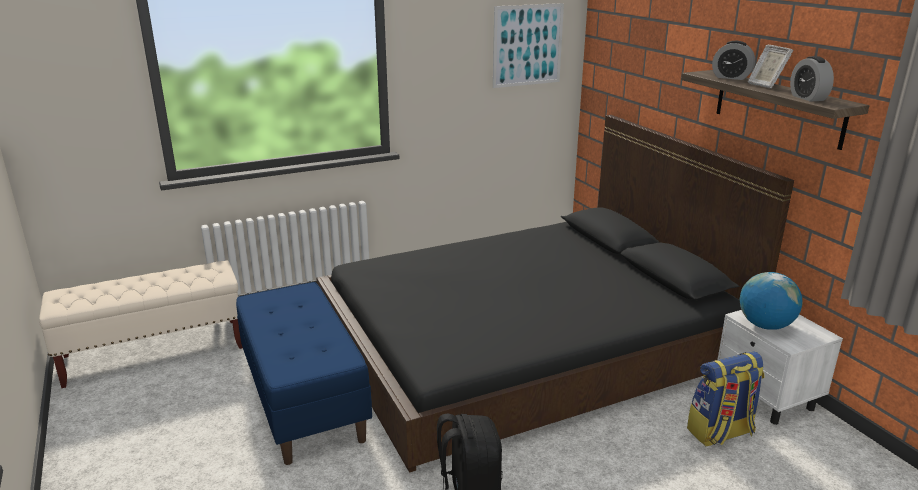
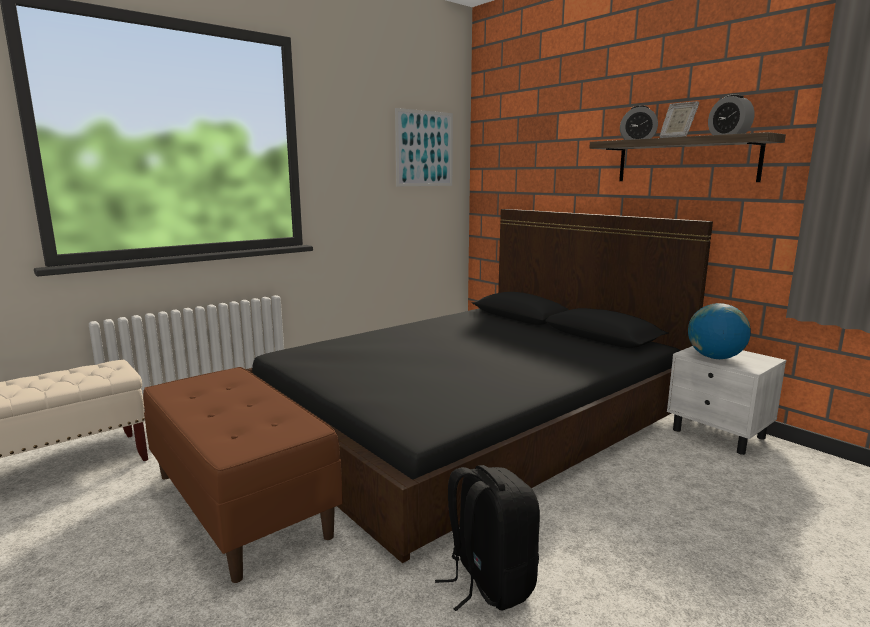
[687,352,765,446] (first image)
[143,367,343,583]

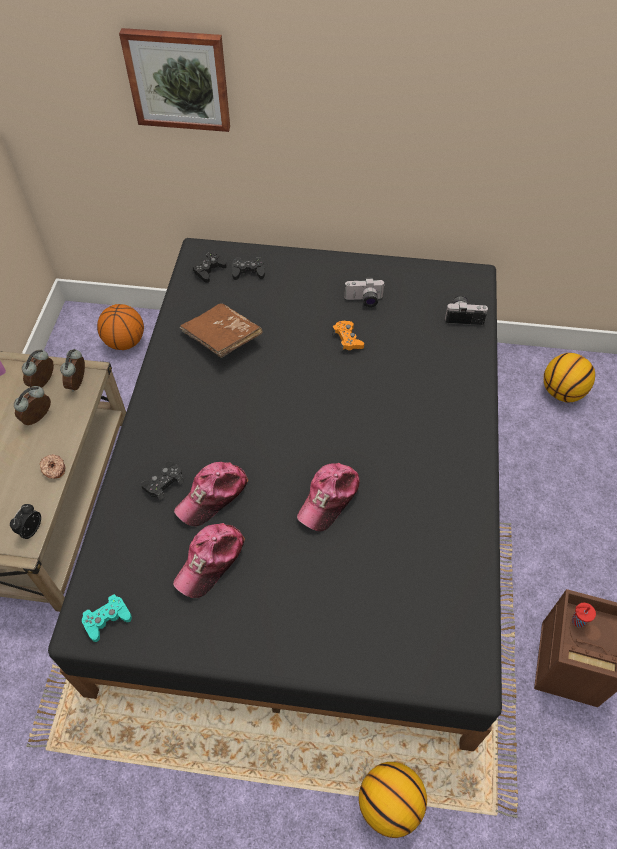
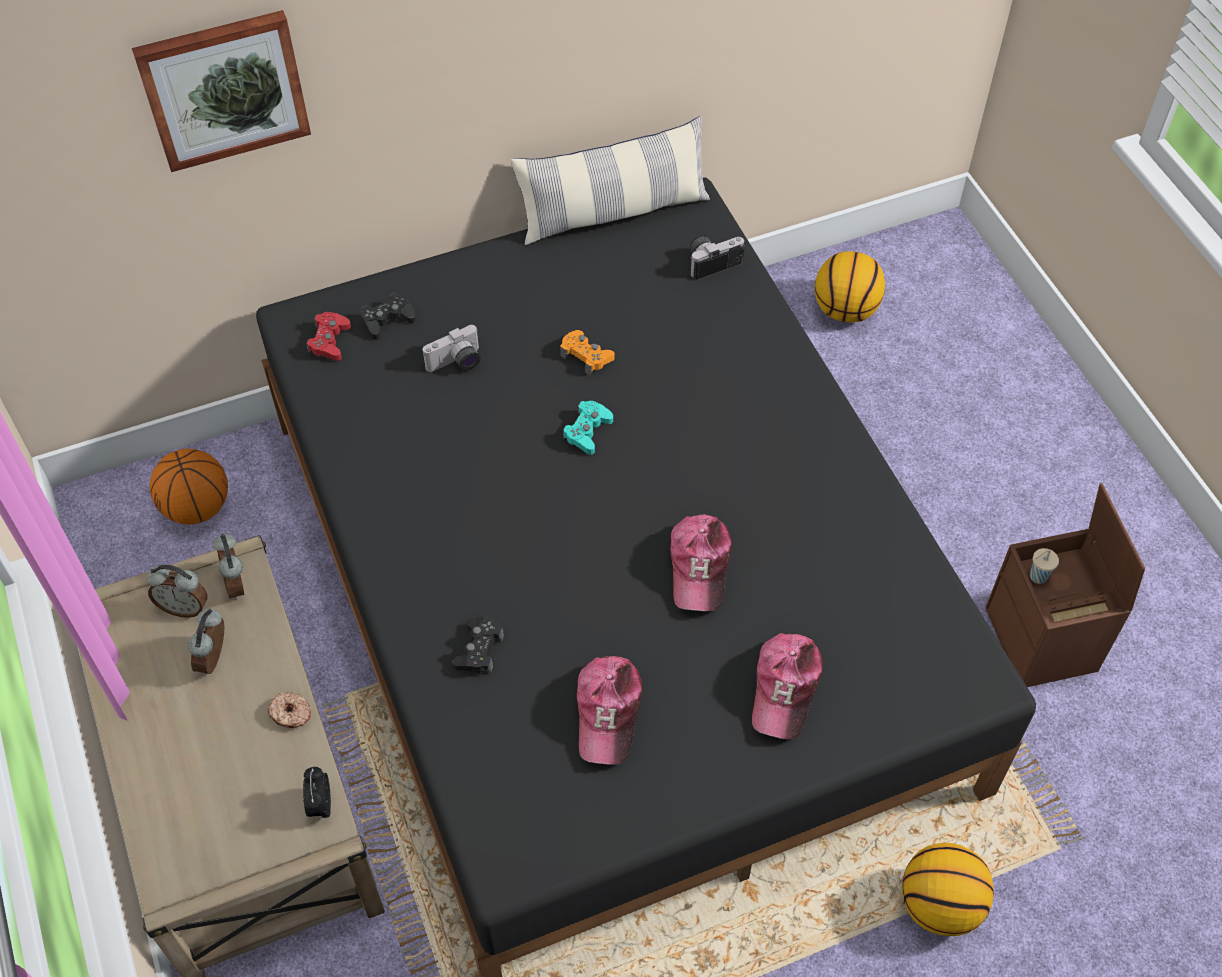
[180,304,263,358] (first image)
[511,116,710,245]
[563,401,613,454]
[752,633,823,740]
[422,325,481,372]
[307,312,351,361]
[1030,548,1059,584]
[148,565,208,618]

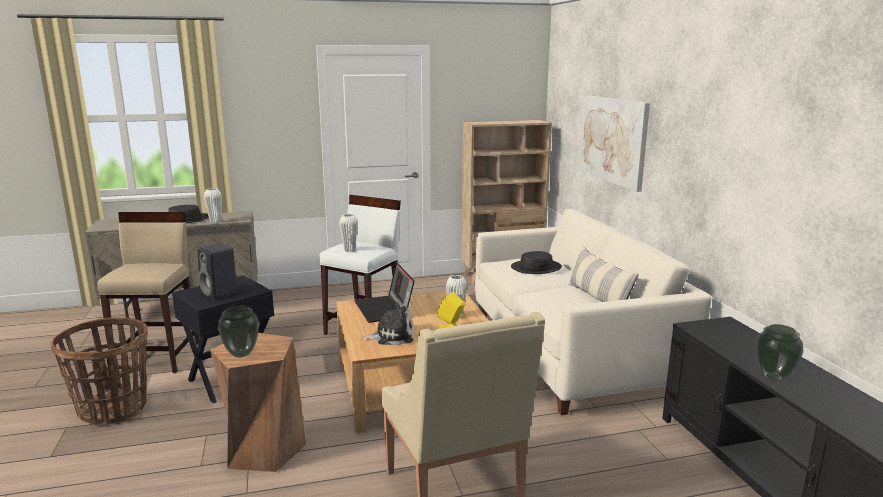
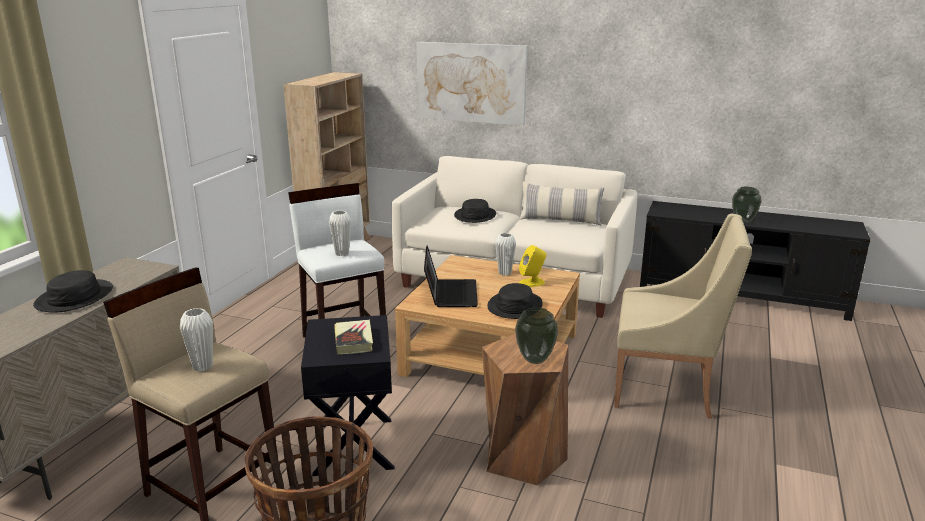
[180,308,213,372]
[334,319,373,355]
[487,283,543,319]
[424,245,478,307]

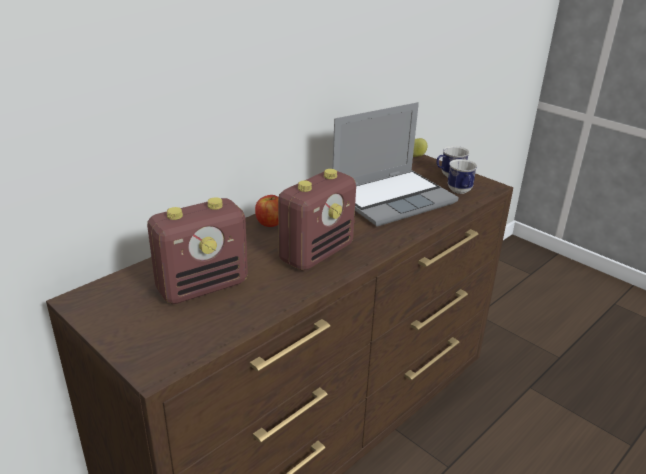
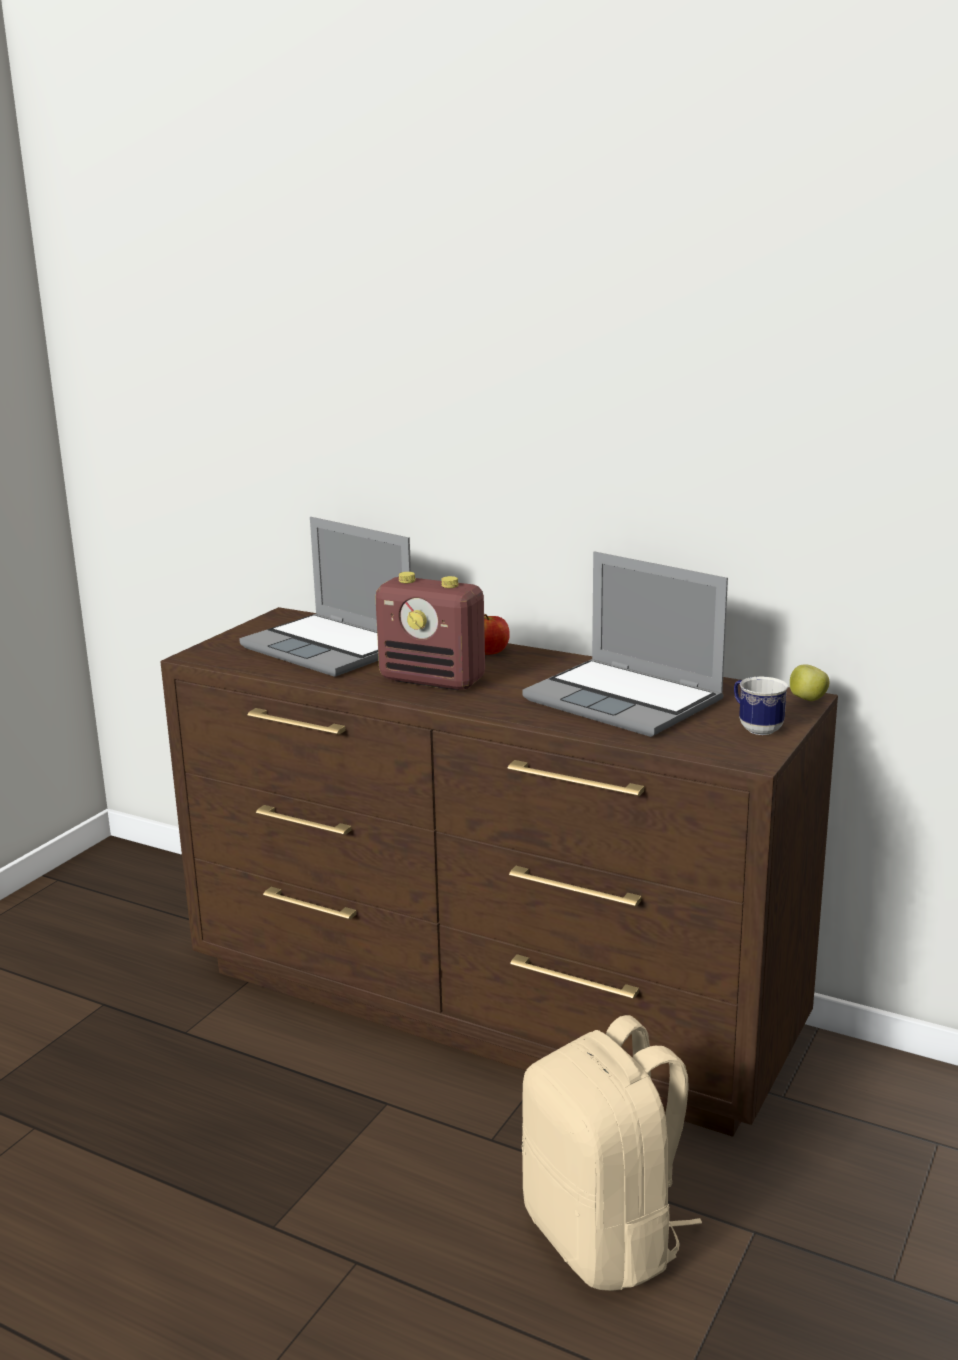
[448,159,477,194] (first image)
[522,1015,702,1291]
[239,517,411,677]

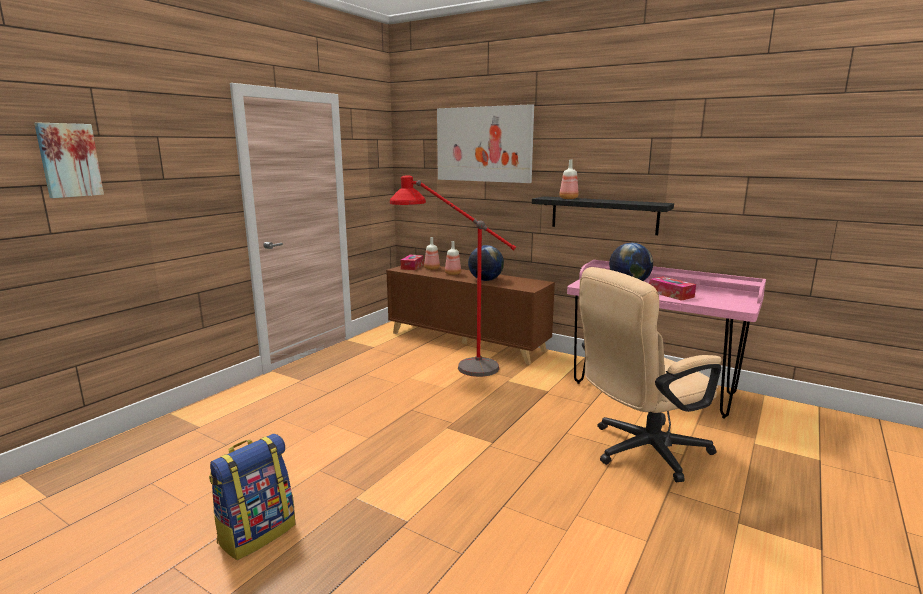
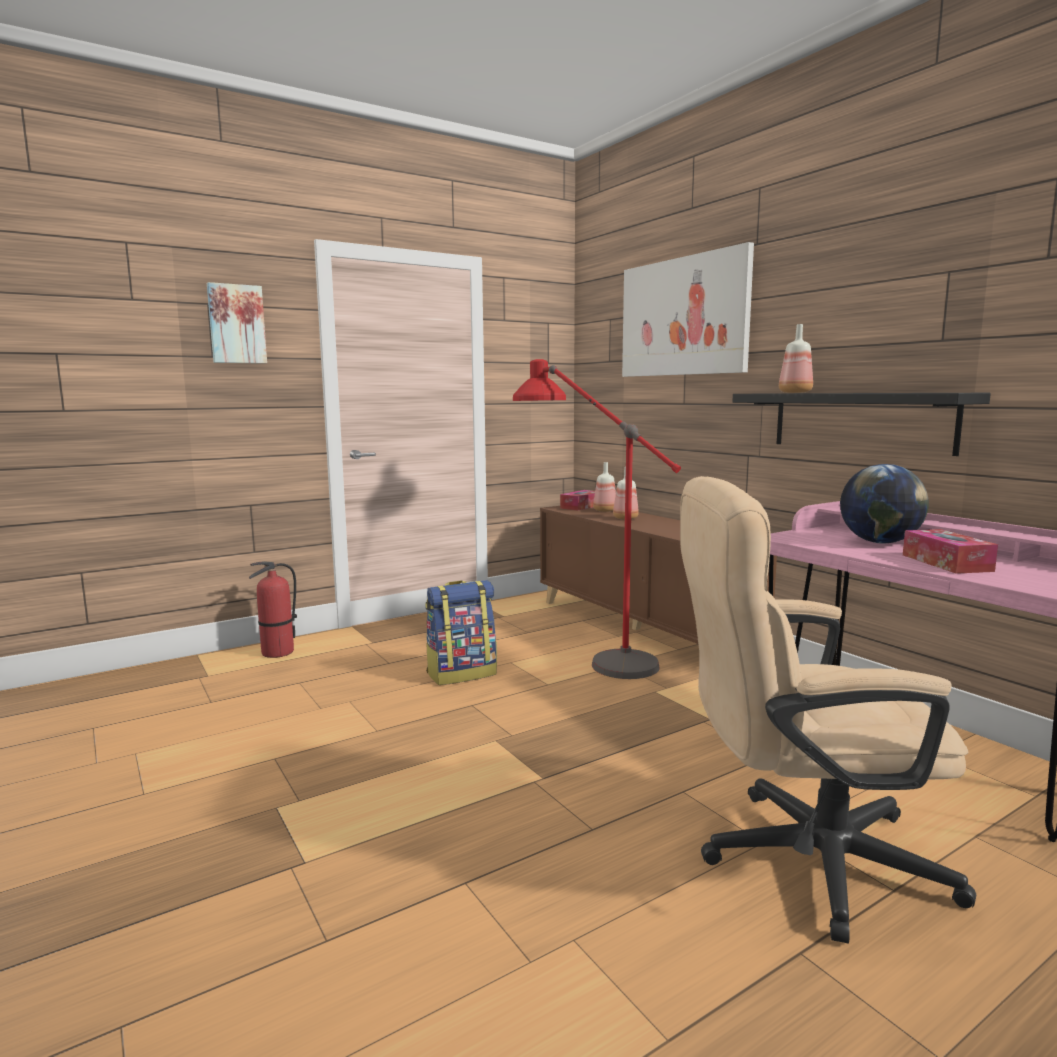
[468,245,504,281] (first image)
[249,561,297,658]
[207,282,267,364]
[426,580,497,685]

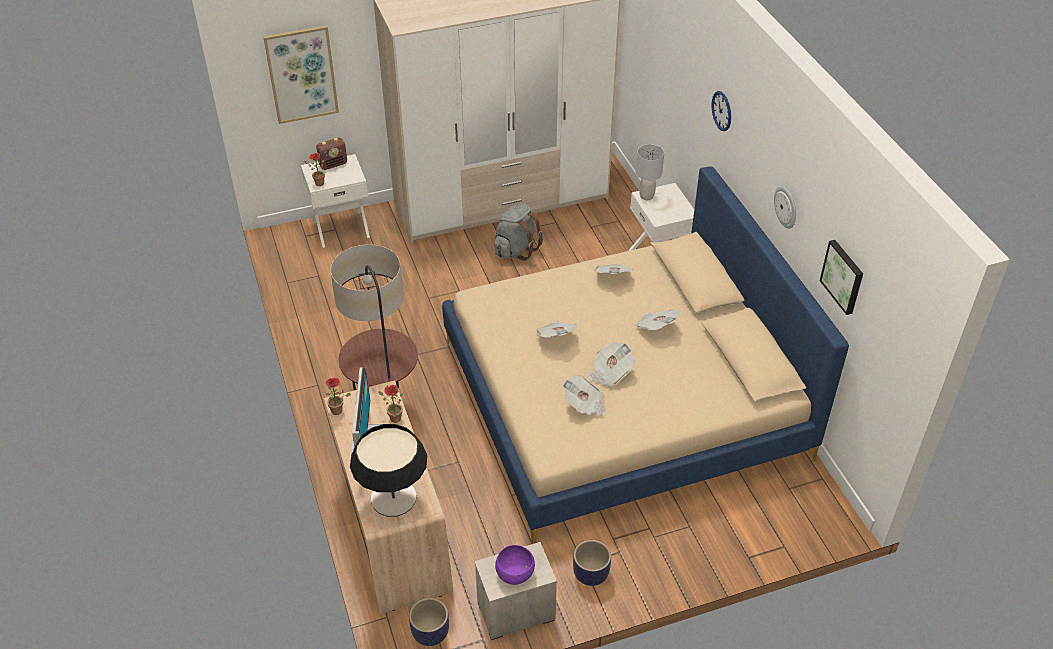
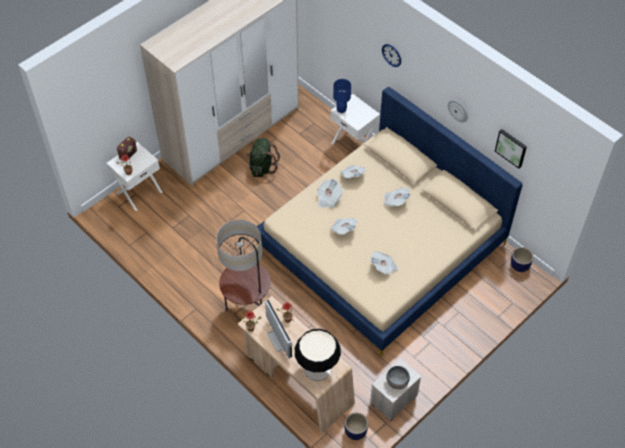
[263,25,339,124] (first image)
[511,247,533,272]
[317,179,343,208]
[246,138,280,177]
[386,366,410,389]
[333,79,351,113]

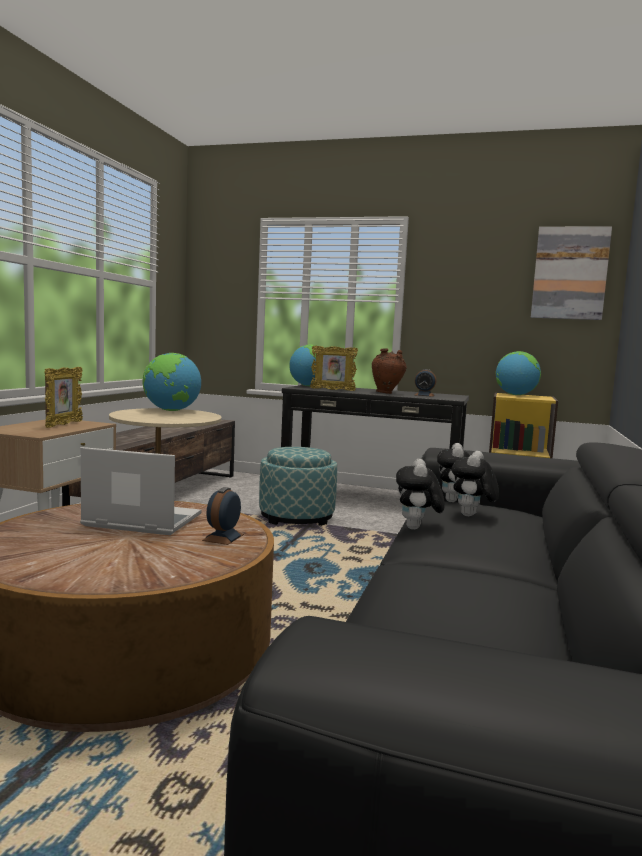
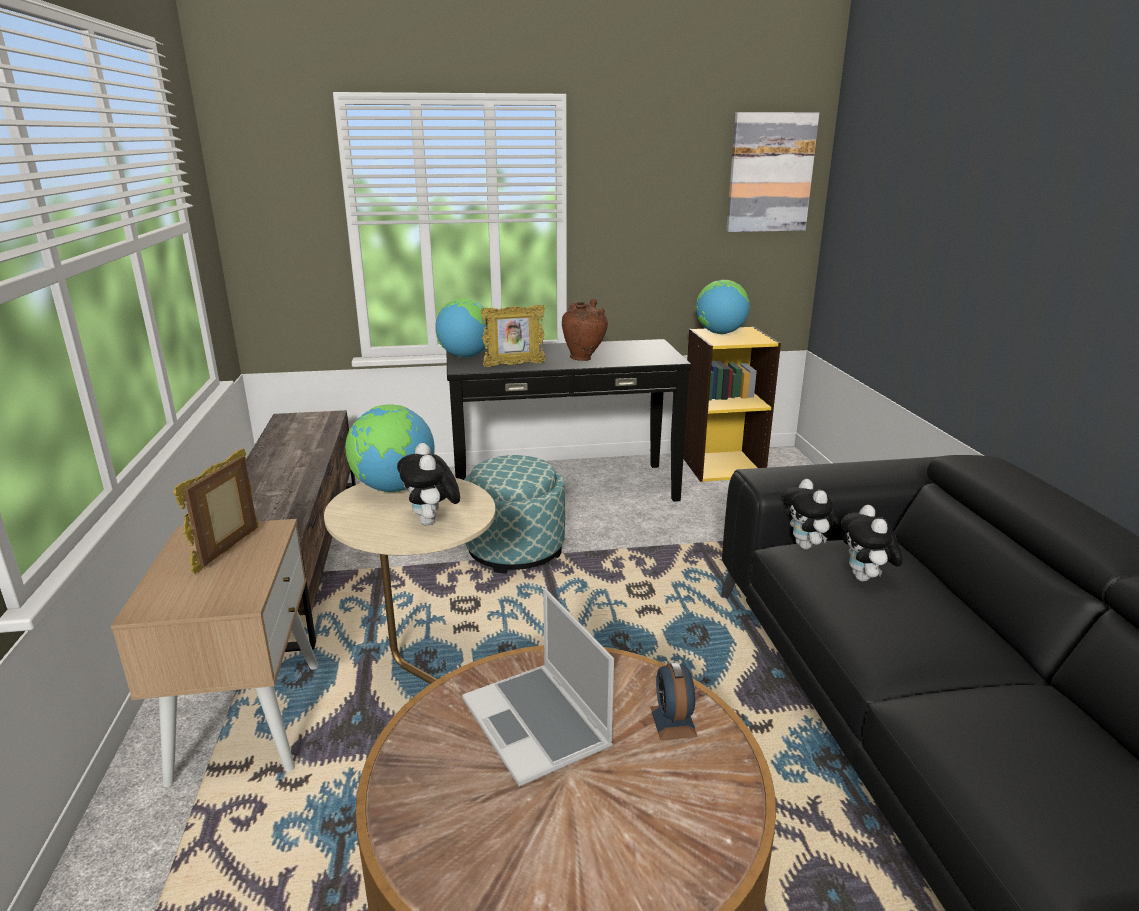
[415,369,436,397] (first image)
[397,443,460,525]
[173,449,258,574]
[462,588,614,787]

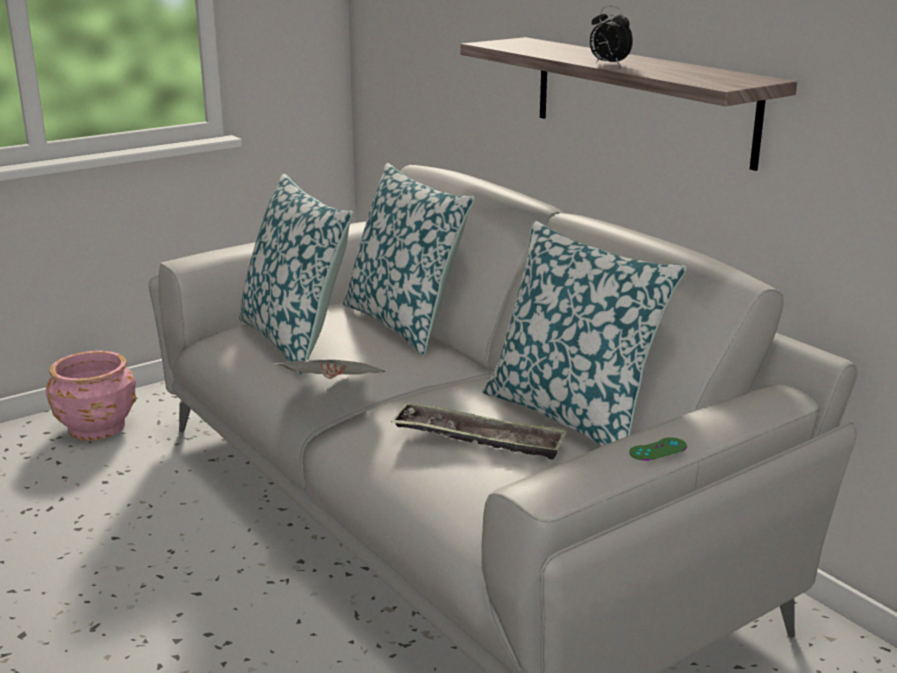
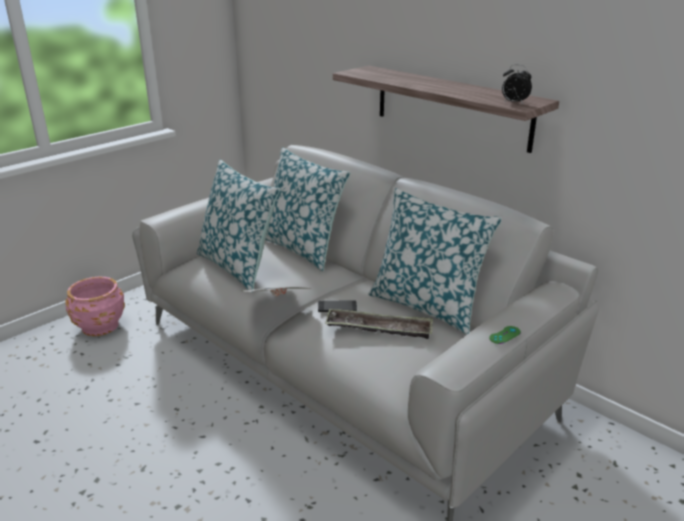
[318,301,357,312]
[502,64,532,104]

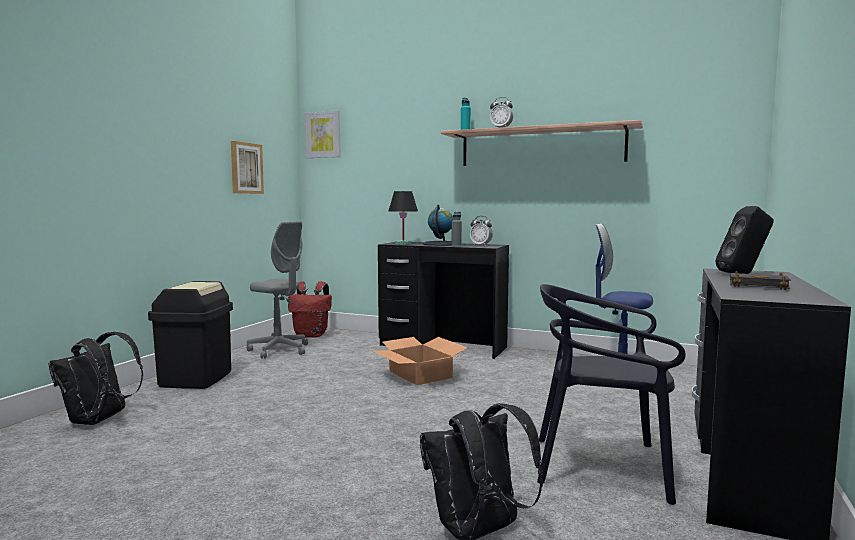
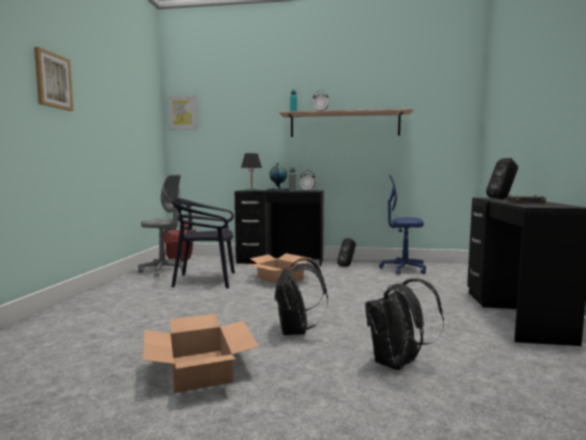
[148,281,233,389] (first image)
[143,314,259,393]
[337,238,356,267]
[274,258,328,335]
[34,47,74,111]
[171,198,235,288]

